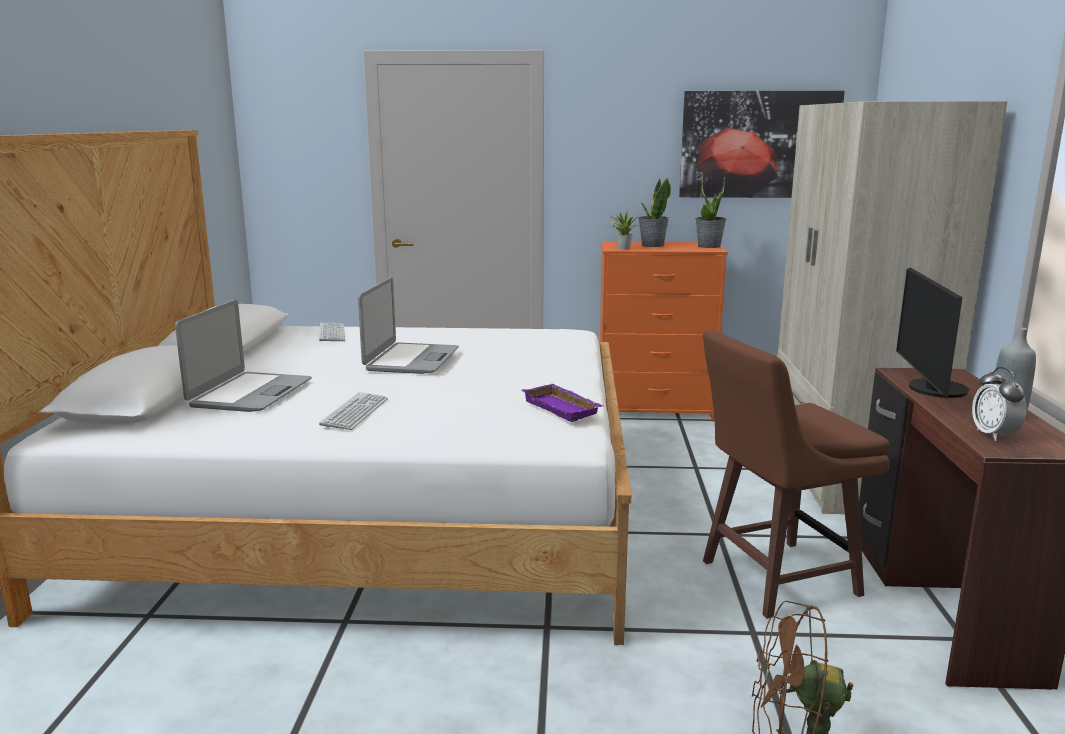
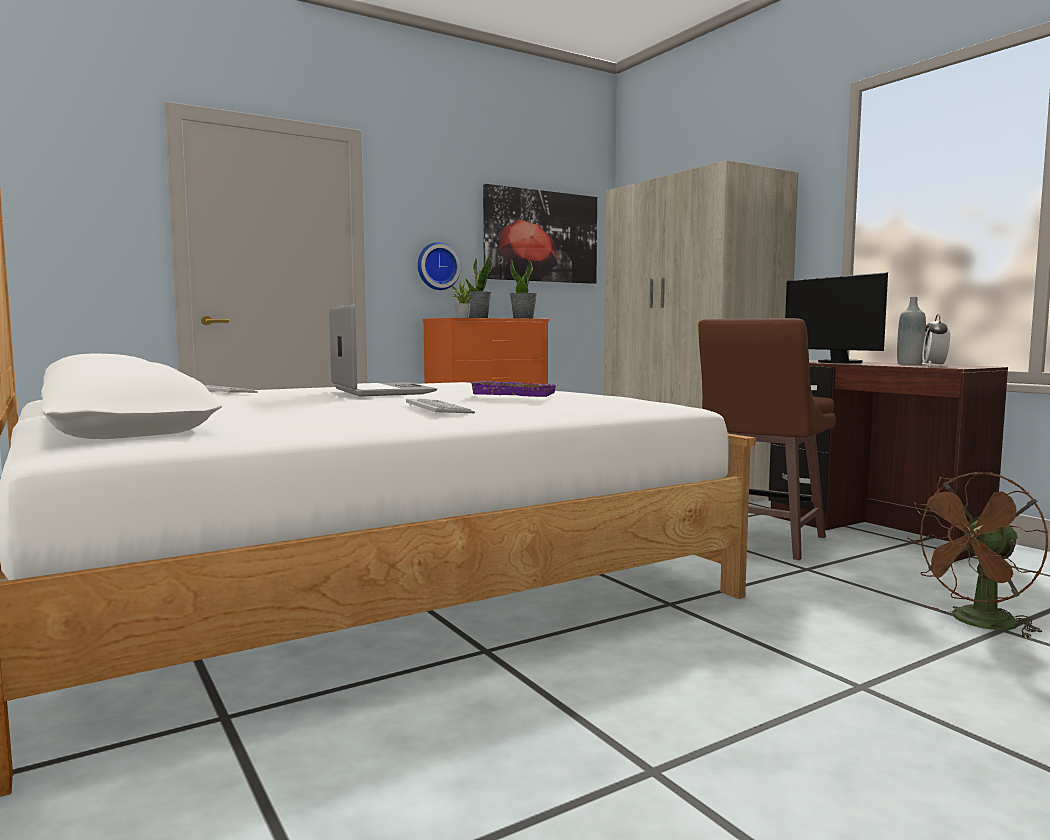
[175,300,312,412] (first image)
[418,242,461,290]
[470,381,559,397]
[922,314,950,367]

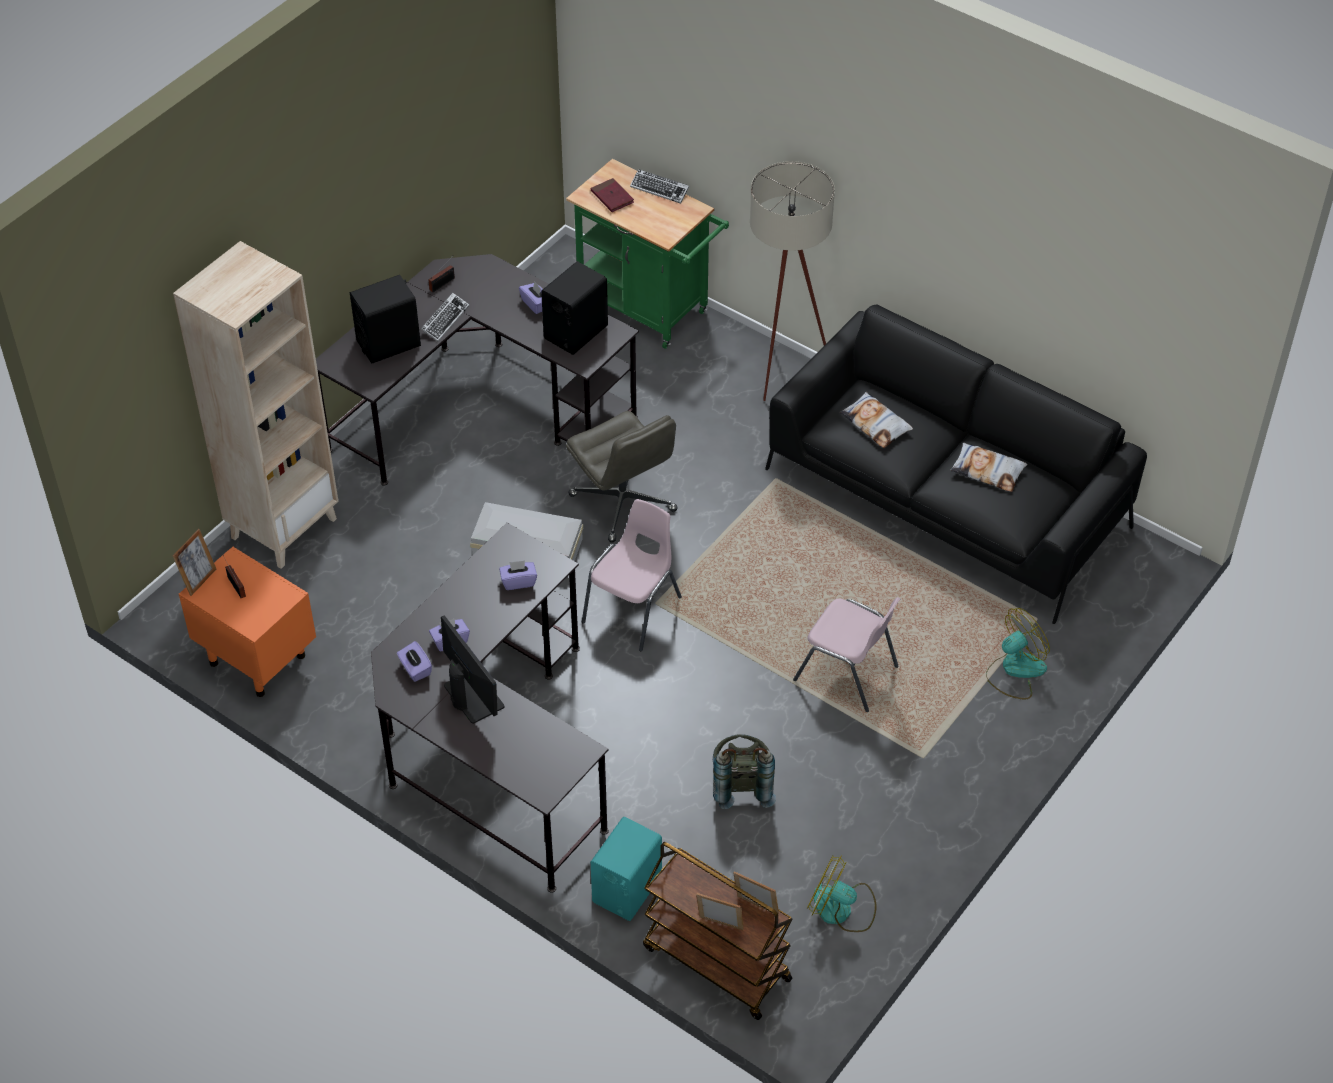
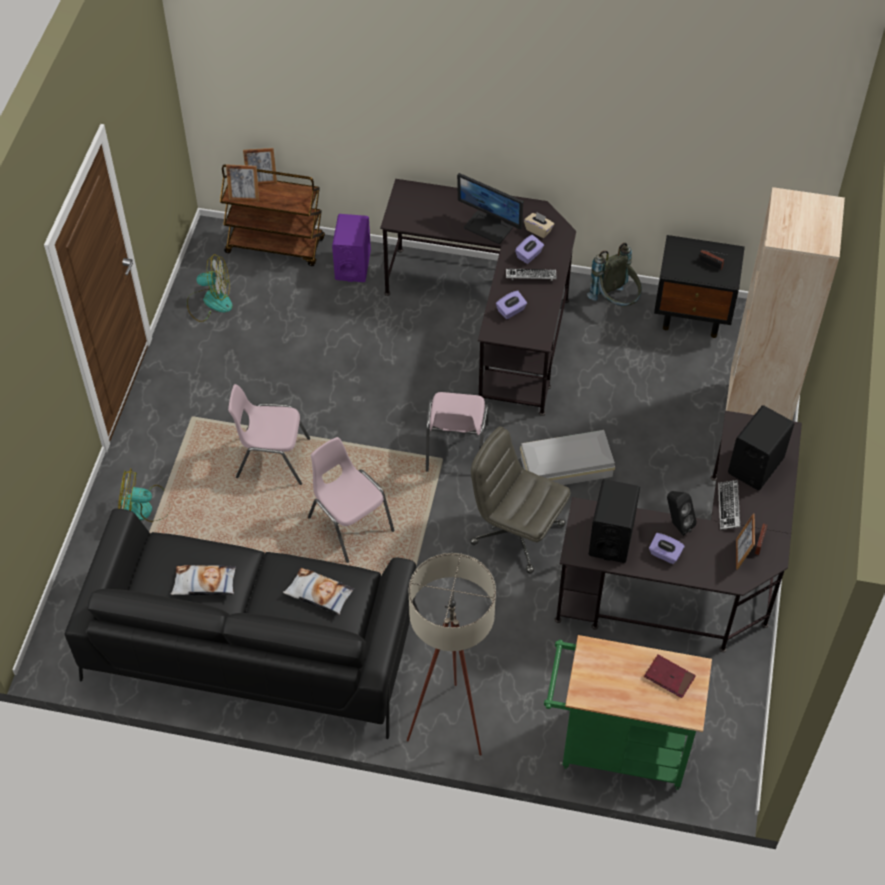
[308,437,395,563]
[667,491,697,536]
[736,513,755,570]
[506,269,557,281]
[587,243,642,306]
[654,235,745,338]
[524,212,554,238]
[332,214,371,282]
[118,469,170,522]

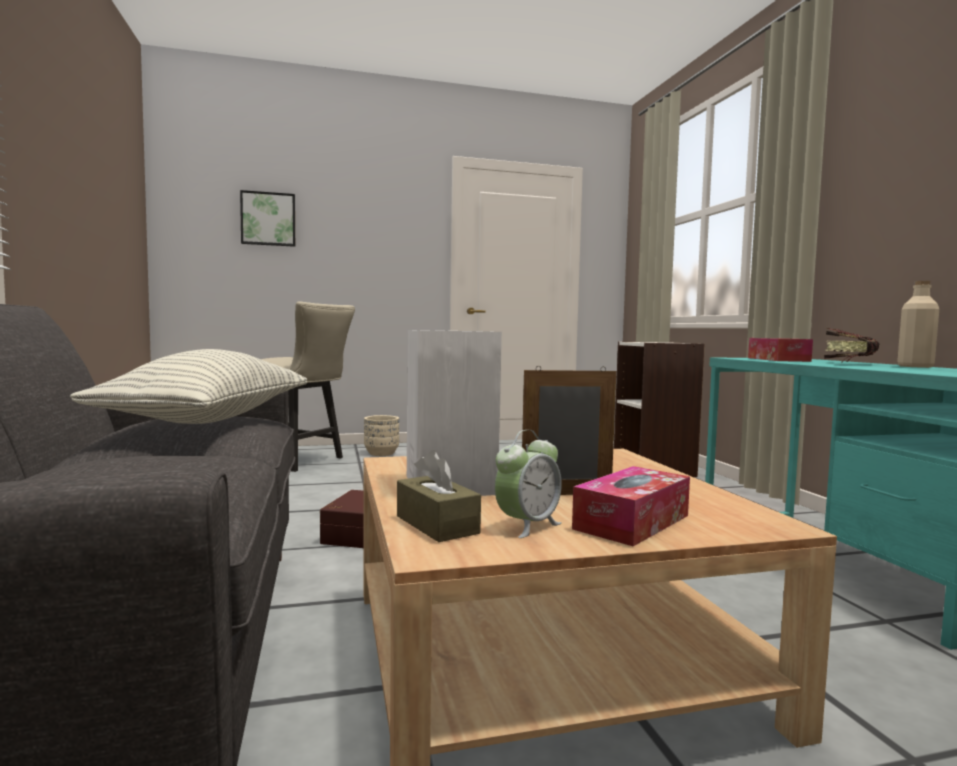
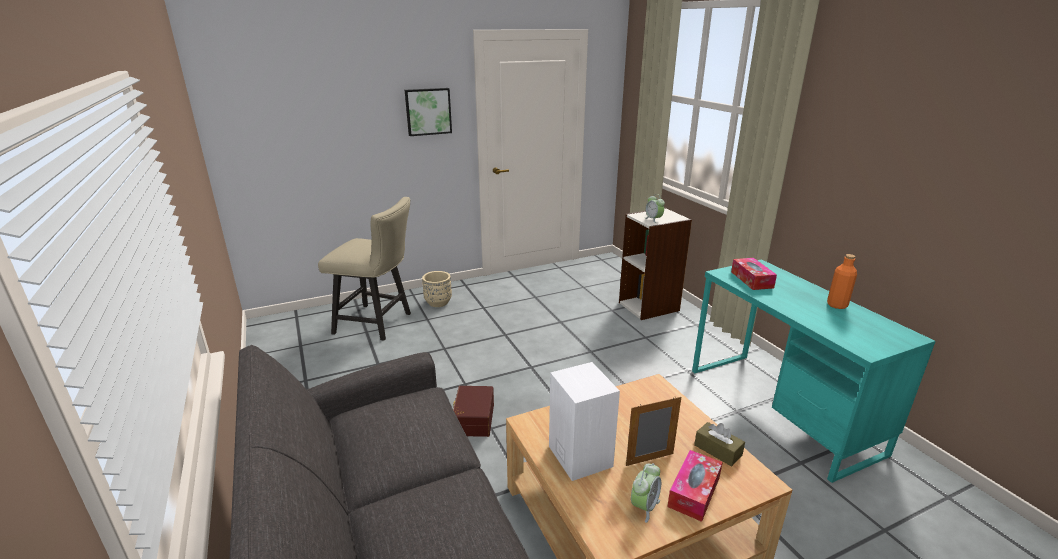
[70,349,307,424] (first image)
[824,328,880,363] (first image)
[645,194,665,223]
[405,88,452,136]
[694,422,745,466]
[827,254,857,309]

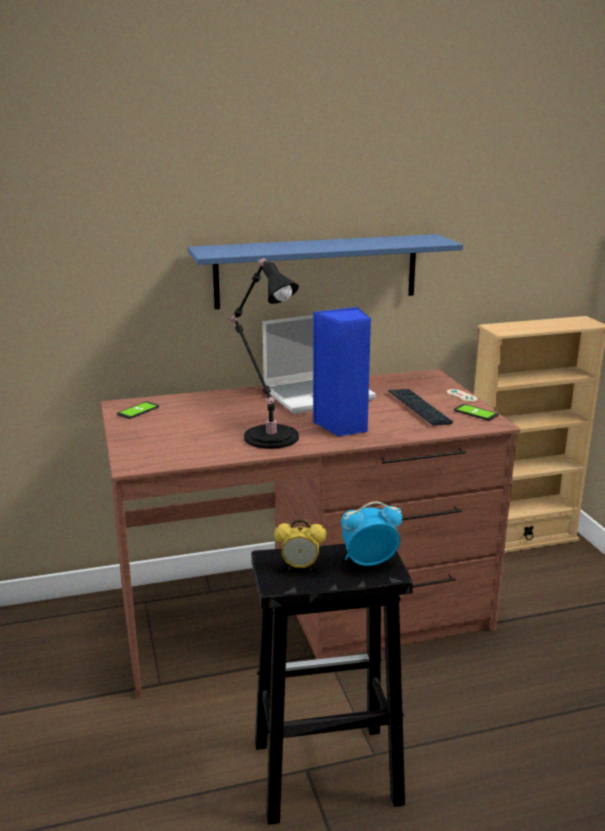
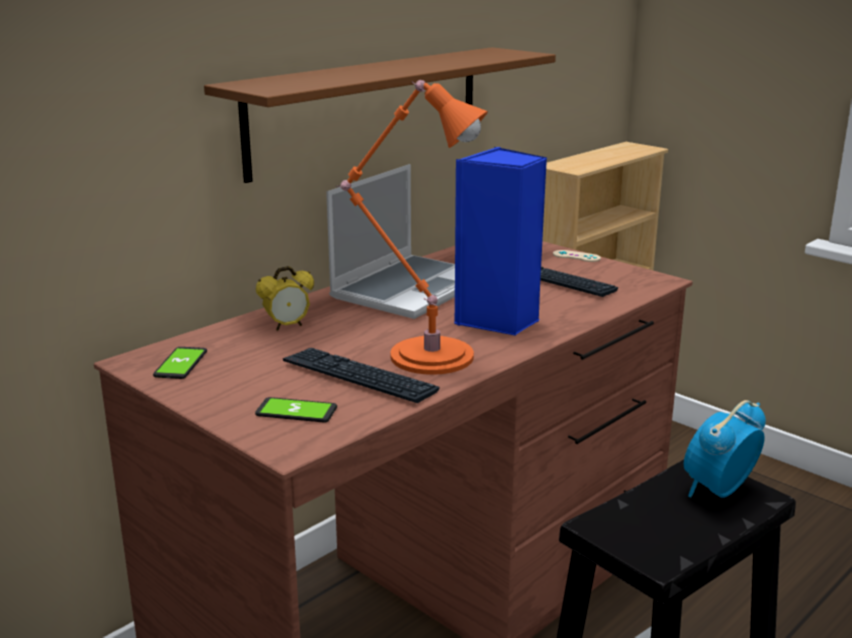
[283,348,440,403]
[256,266,314,331]
[255,397,337,423]
[204,47,556,183]
[336,80,488,375]

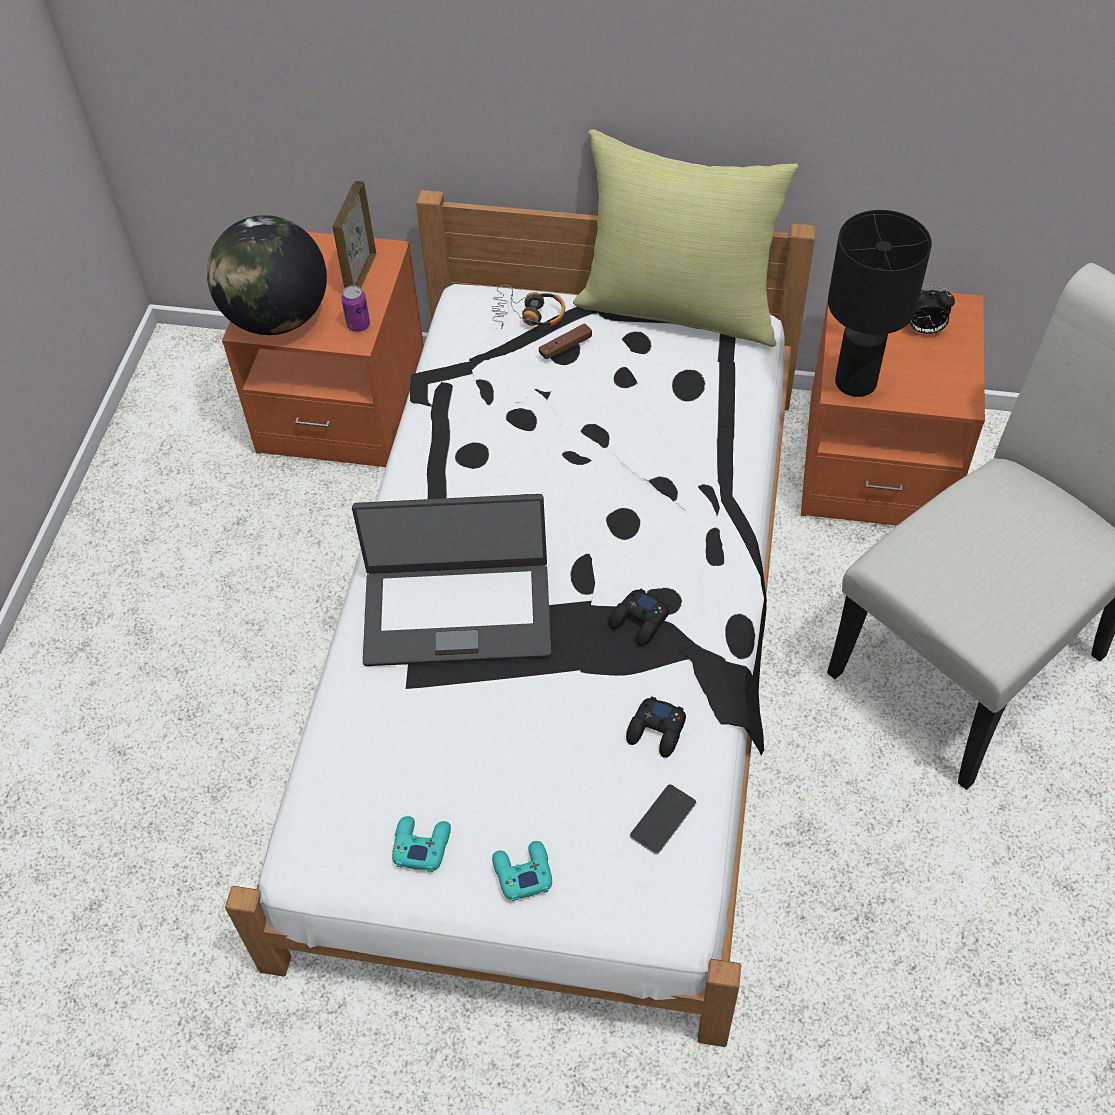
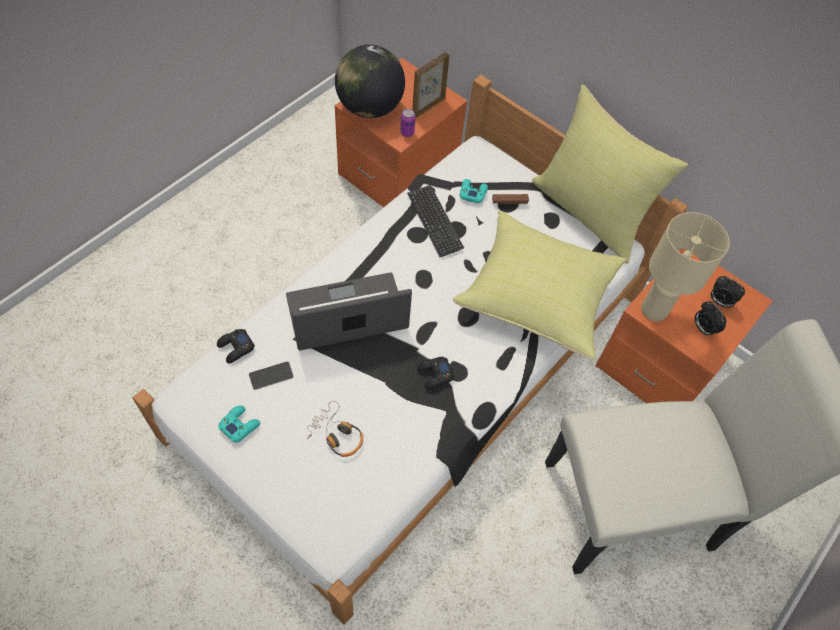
[407,185,464,257]
[453,211,626,360]
[695,302,726,336]
[307,401,363,457]
[460,179,488,204]
[217,329,255,363]
[249,361,294,390]
[641,212,729,322]
[286,273,412,351]

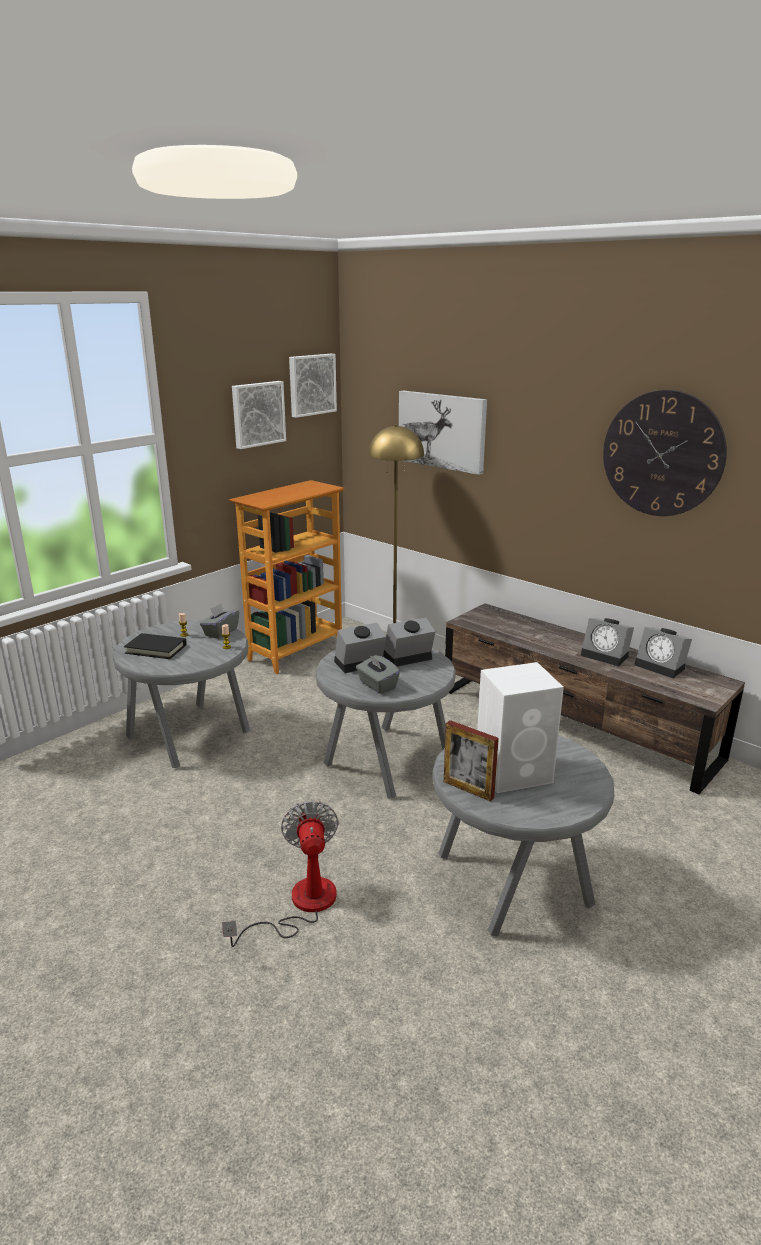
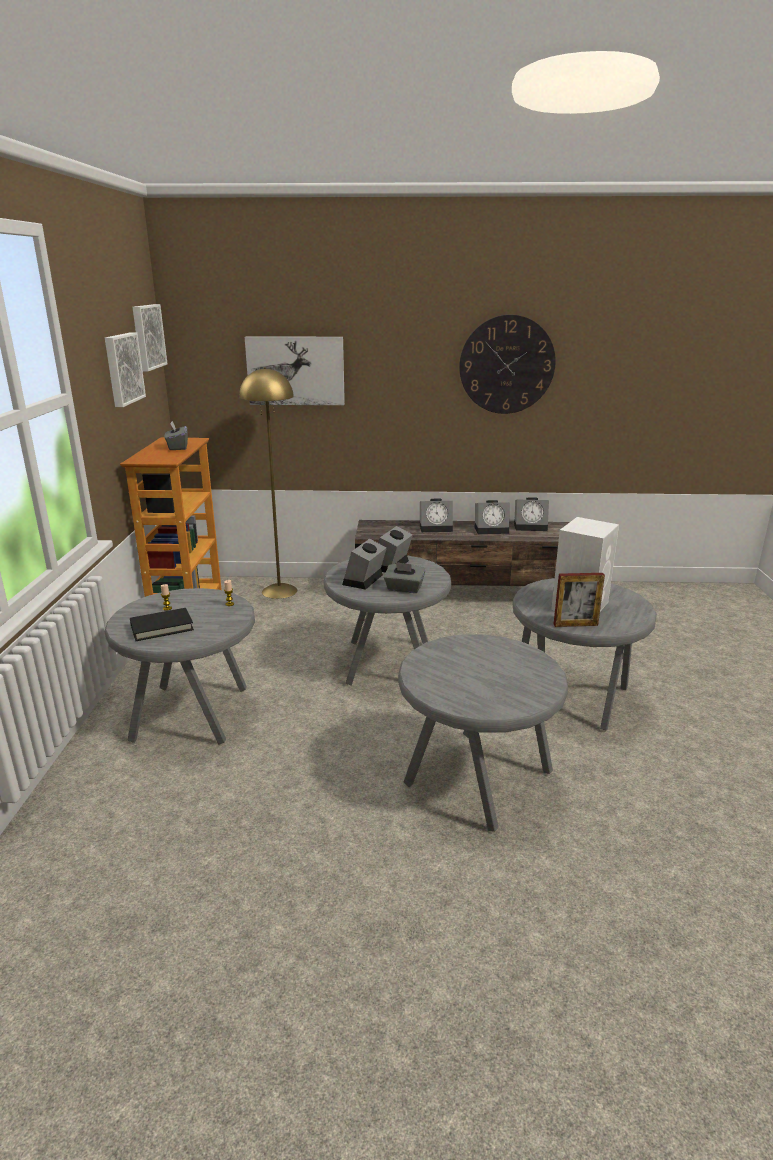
[420,499,453,532]
[164,421,188,450]
[398,634,568,832]

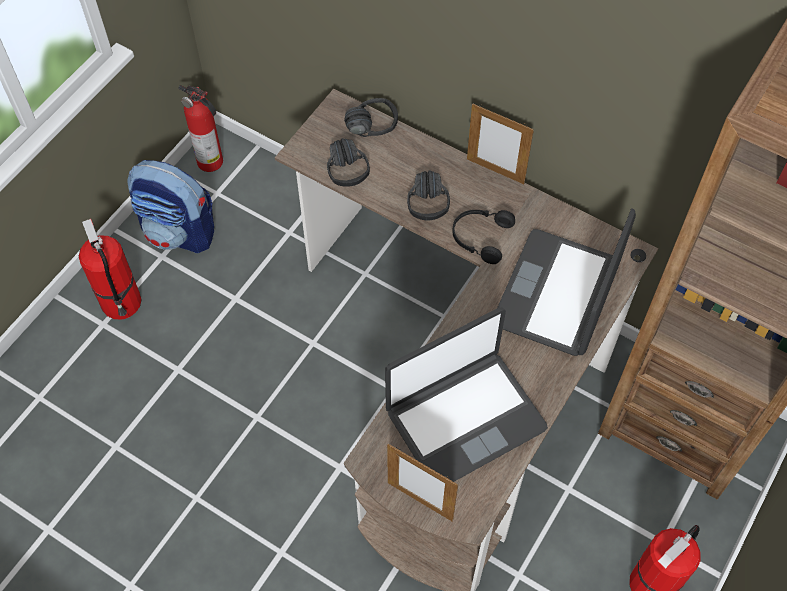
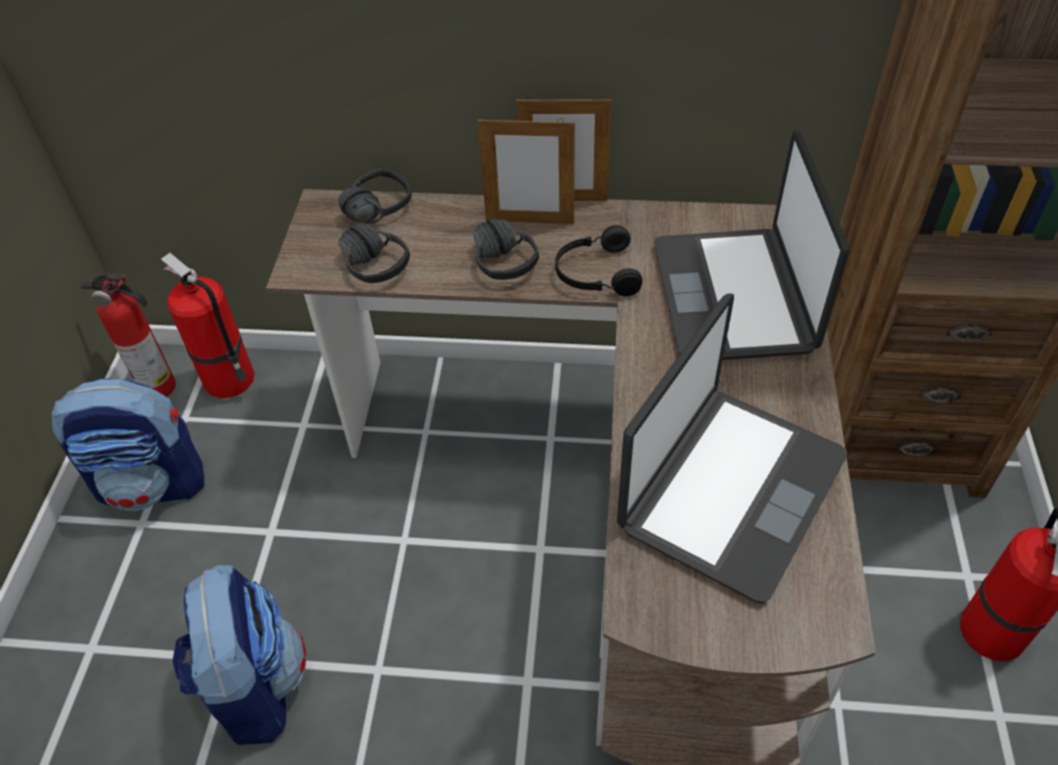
[173,565,306,745]
[161,253,255,398]
[478,116,575,224]

